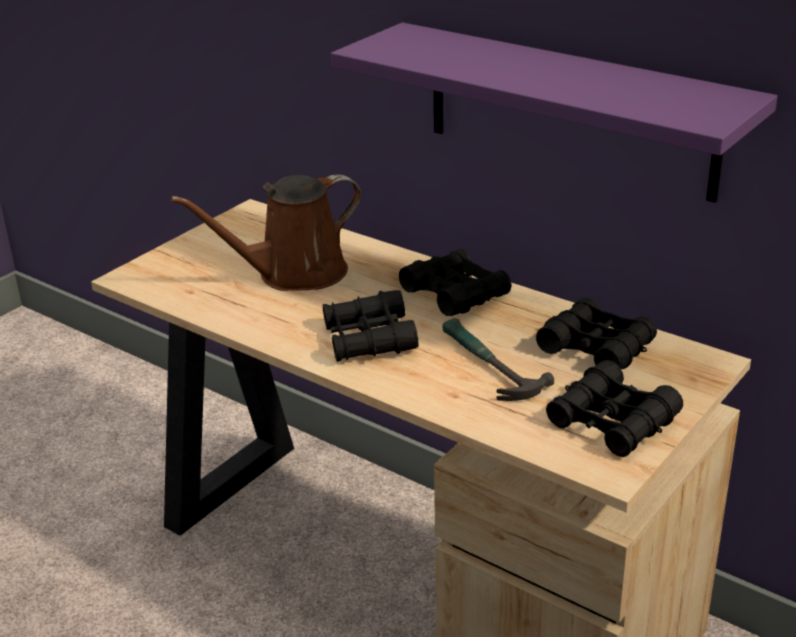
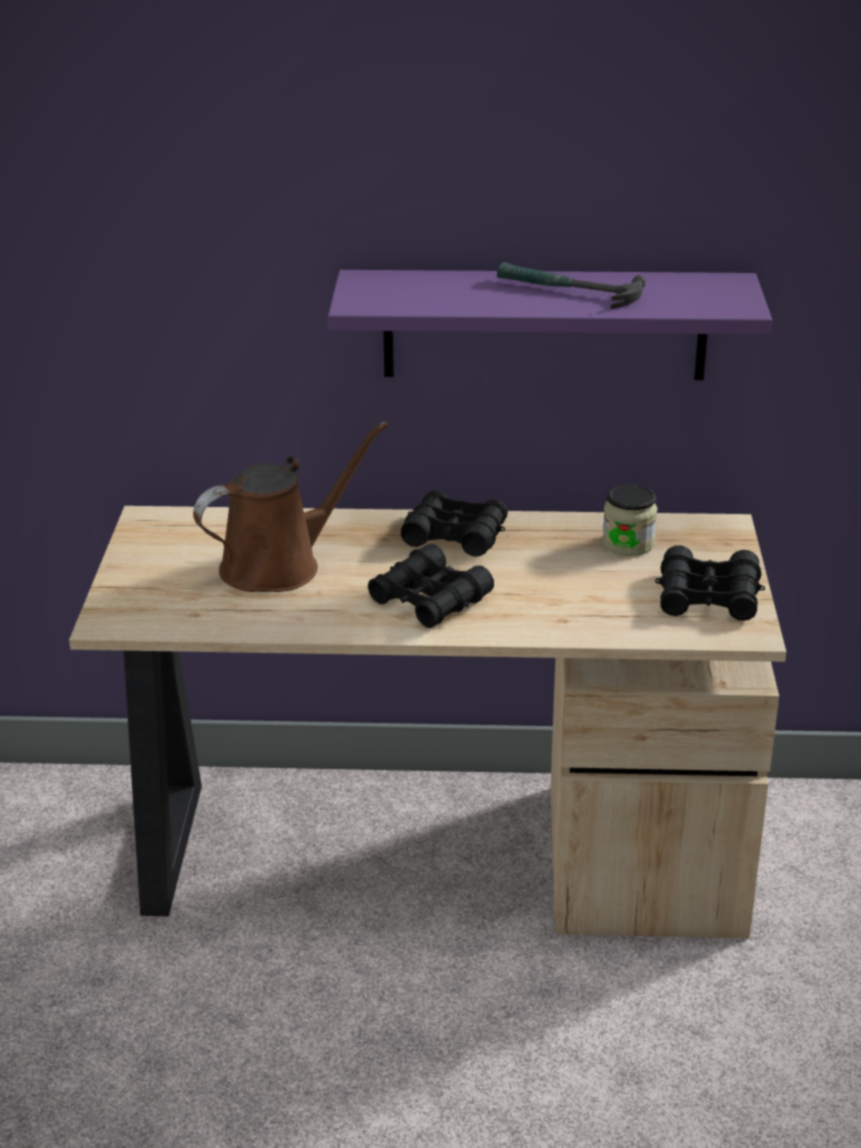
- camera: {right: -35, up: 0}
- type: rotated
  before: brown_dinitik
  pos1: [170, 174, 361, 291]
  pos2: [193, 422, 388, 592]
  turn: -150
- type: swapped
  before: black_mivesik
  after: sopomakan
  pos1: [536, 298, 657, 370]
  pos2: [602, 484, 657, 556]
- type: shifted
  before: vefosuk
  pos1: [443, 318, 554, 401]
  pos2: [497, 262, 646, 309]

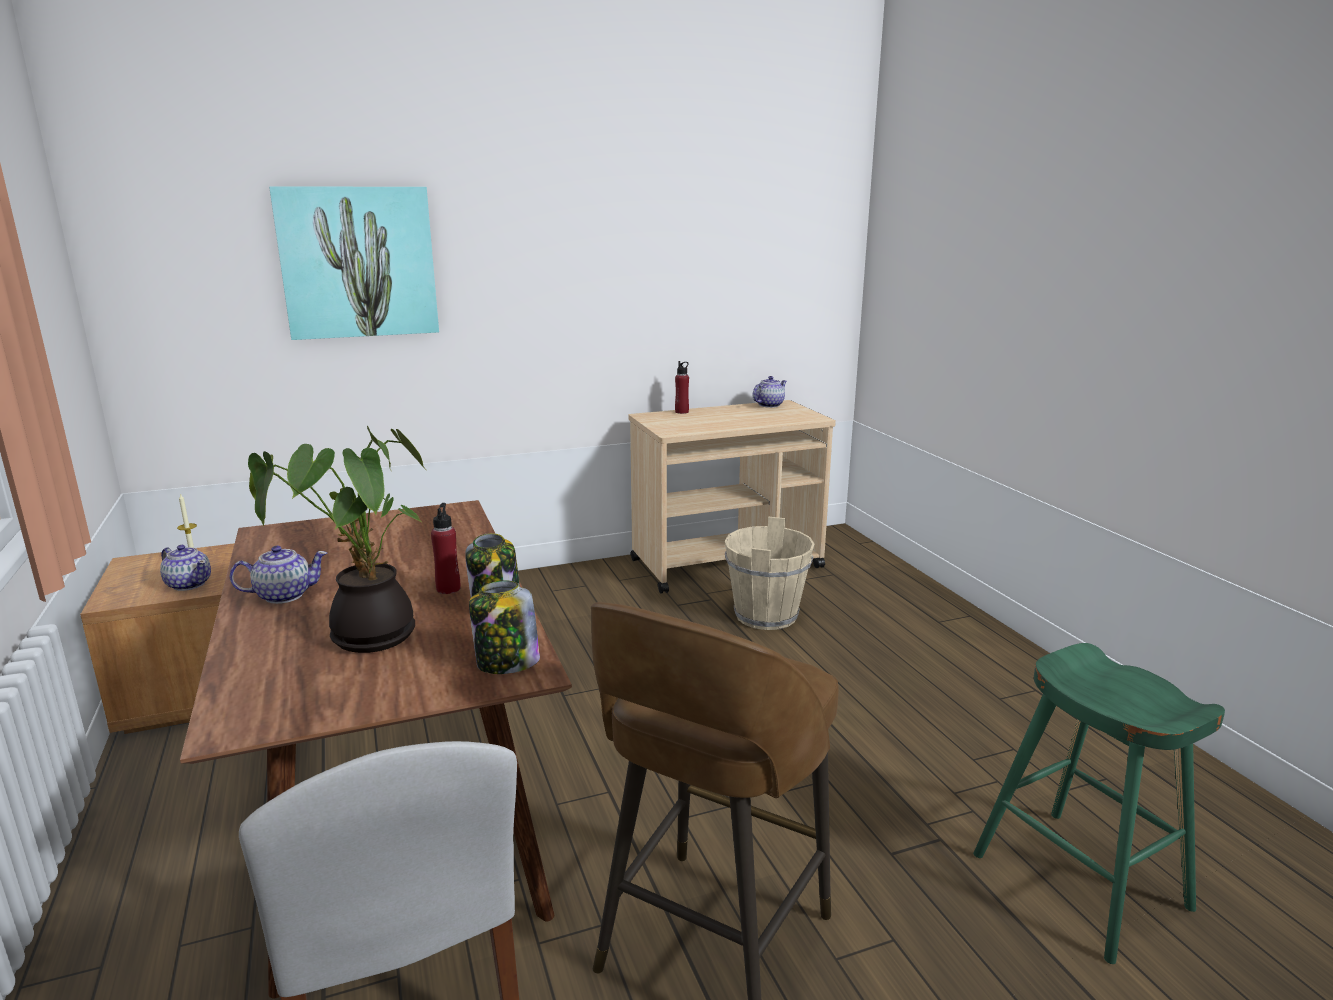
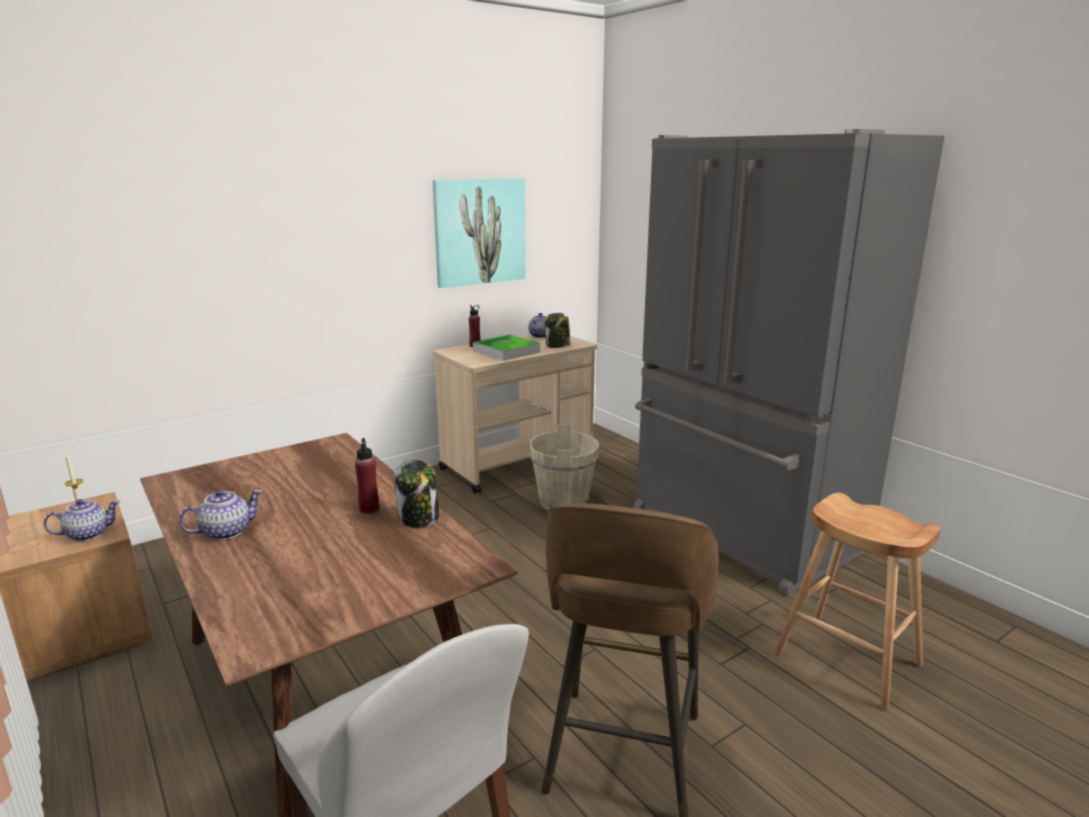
- camera: {right: -15, up: 0}
- type: shifted
  before: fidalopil
  pos1: [269, 186, 439, 340]
  pos2: [432, 178, 526, 288]
- type: gone
  before: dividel
  pos1: [248, 426, 425, 653]
- type: rotated
  before: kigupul
  pos1: [160, 545, 211, 591]
  pos2: [44, 499, 120, 541]
  turn: -45
- type: shifted
  before: sopomakan
  pos1: [469, 581, 540, 674]
  pos2: [544, 313, 571, 348]
- type: repainted
  before: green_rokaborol
  after: brown_rokaborol
  pos1: [973, 643, 1225, 964]
  pos2: [775, 493, 940, 711]
- type: new
  after: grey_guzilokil
  pos2: [633, 129, 945, 595]
- type: new
  after: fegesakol
  pos2: [473, 335, 540, 361]

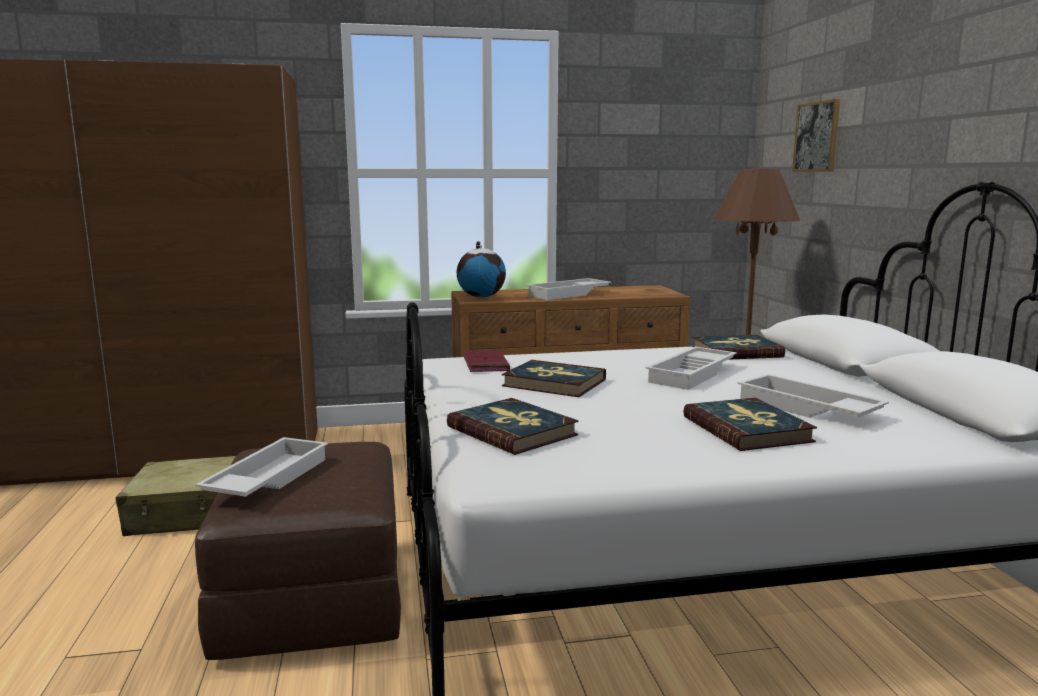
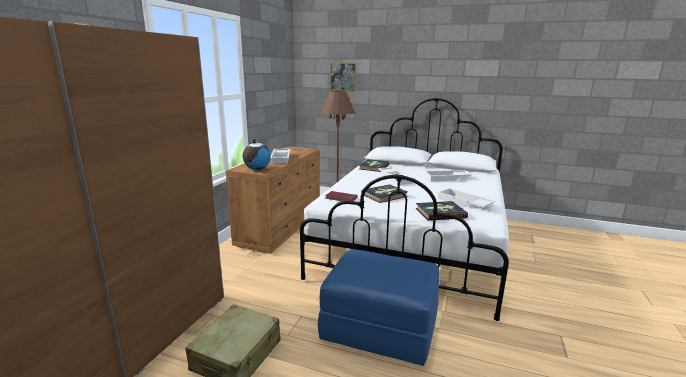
- camera: {right: -60, up: 5}
- type: gone
  before: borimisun
  pos1: [683, 398, 817, 451]
- type: shifted
  before: white_fegesakol
  pos1: [195, 437, 328, 497]
  pos2: [437, 188, 496, 208]
- type: repainted
  before: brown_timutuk
  after: blue_timutuk
  pos1: [195, 442, 401, 660]
  pos2: [318, 249, 439, 366]

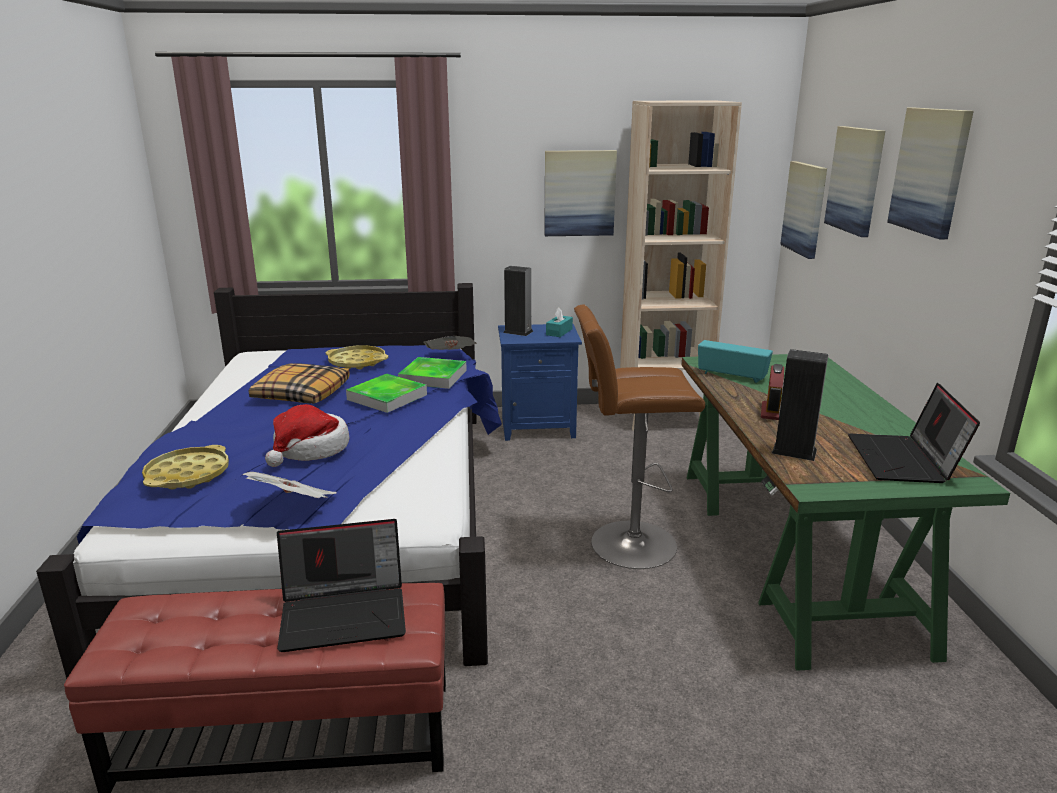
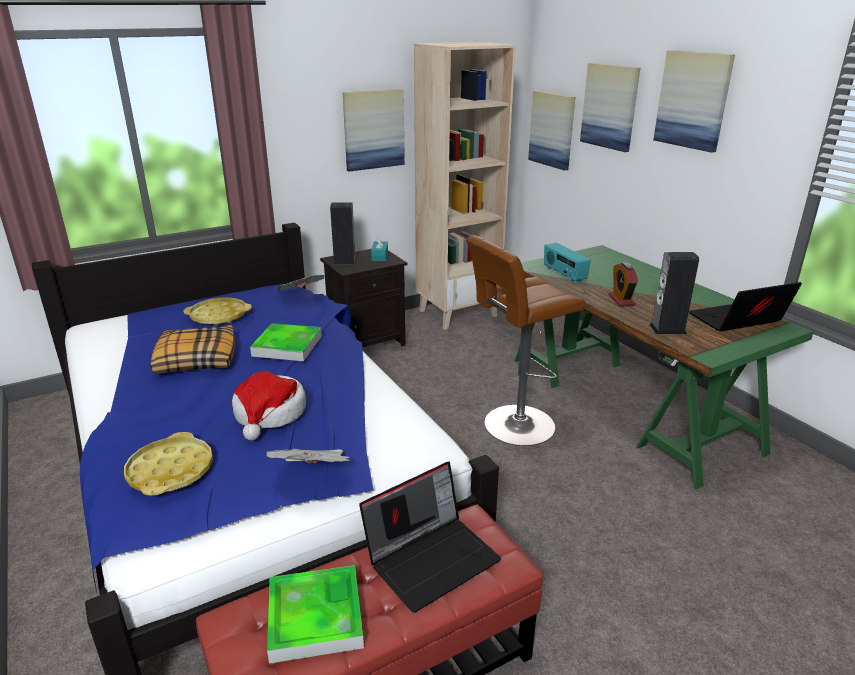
- camera: {right: -25, up: 5}
- type: repainted
  before: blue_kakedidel
  after: black_kakedidel
  pos1: [498, 324, 582, 441]
  pos2: [320, 249, 408, 347]
- type: rotated
  before: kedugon
  pos1: [698, 340, 773, 383]
  pos2: [544, 243, 591, 284]
  turn: -120
- type: shifted
  before: fegesakol
  pos1: [398, 357, 467, 389]
  pos2: [267, 565, 364, 664]
- type: rotated
  before: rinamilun
  pos1: [848, 383, 980, 483]
  pos2: [689, 282, 802, 332]
  turn: 90

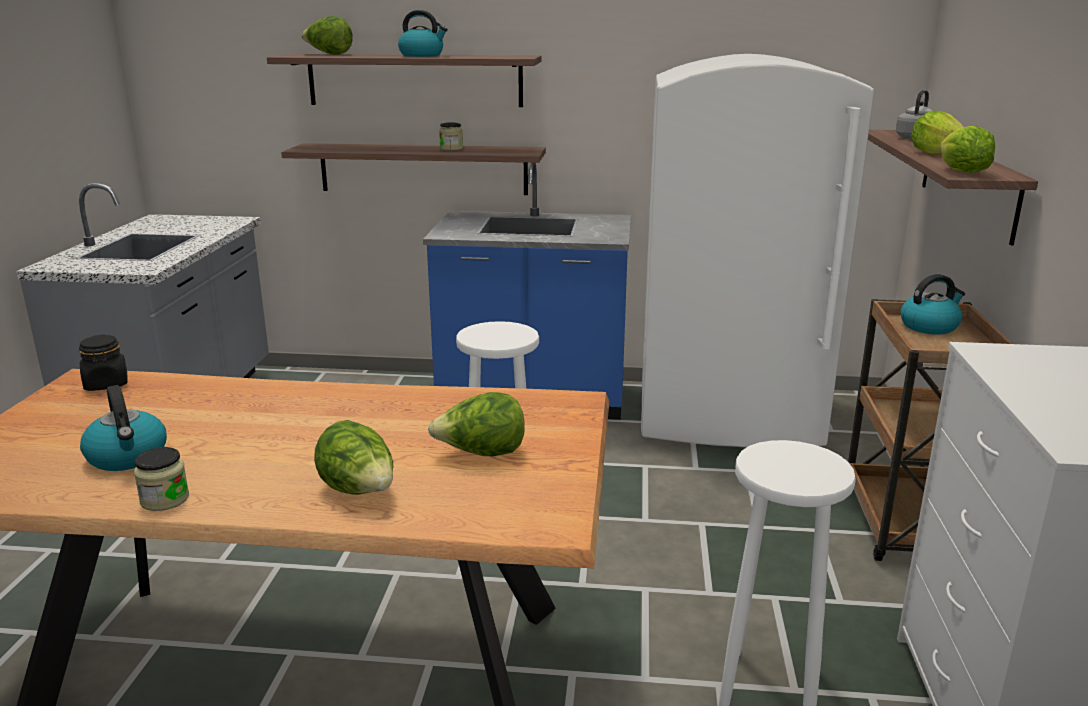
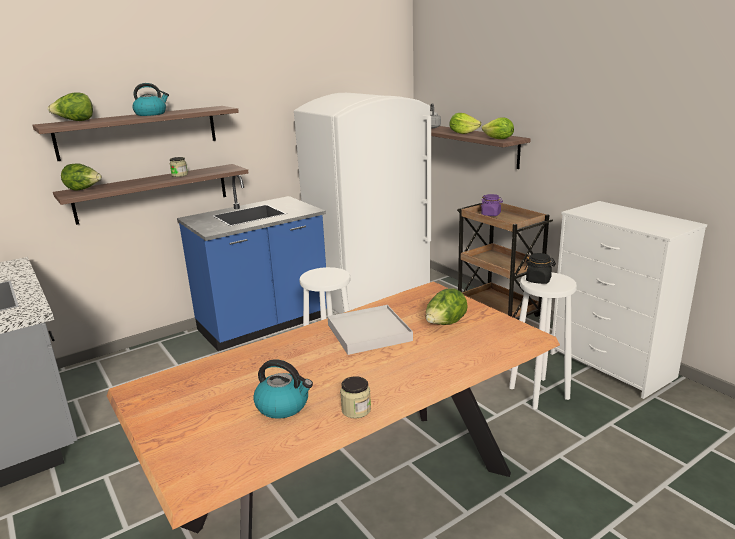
- camera: {right: -40, up: 0}
- type: swapped
  before: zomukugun
  after: purple_sopomakan
  pos1: [900, 274, 965, 334]
  pos2: [481, 194, 503, 216]
- type: shifted
  before: black_sopomakan
  pos1: [79, 334, 128, 391]
  pos2: [524, 253, 556, 284]
- type: shifted
  before: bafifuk
  pos1: [314, 420, 393, 495]
  pos2: [61, 163, 102, 191]
- type: new
  after: white_fegesakol
  pos2: [327, 305, 413, 355]

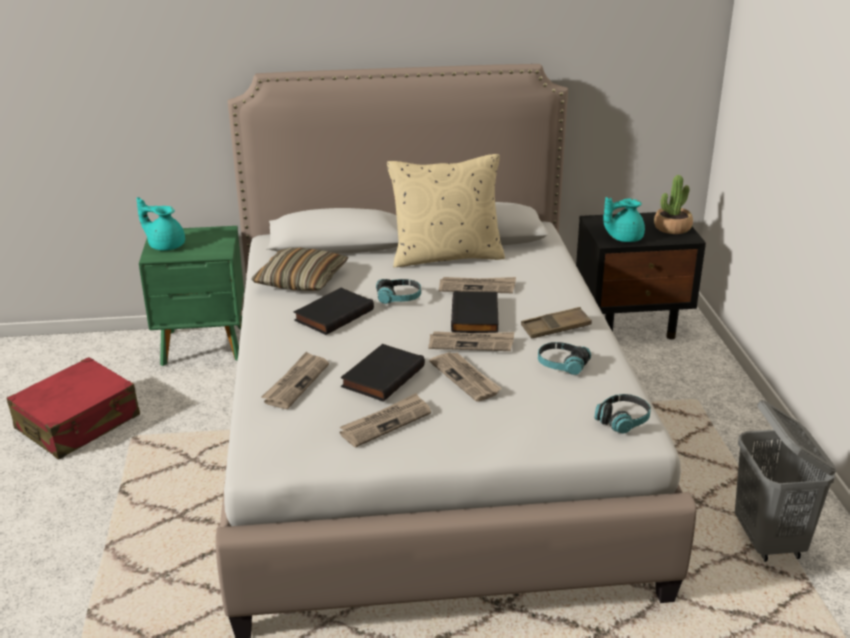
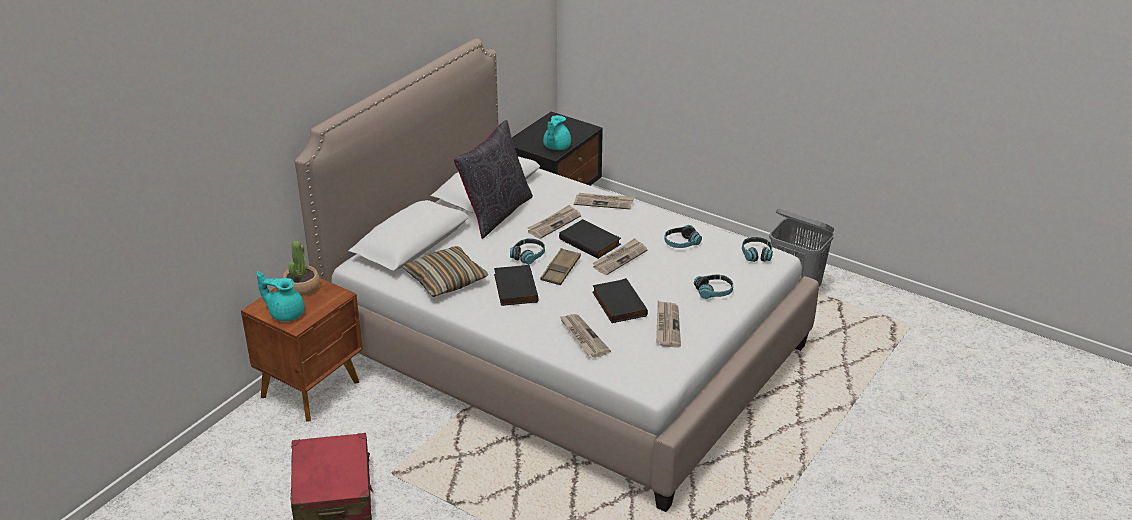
- camera: {right: -50, up: 5}
- type: repainted
  before: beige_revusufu
  after: black_revusufu
  pos1: [387, 154, 505, 267]
  pos2: [454, 120, 533, 239]
- type: shifted
  before: dividel
  pos1: [654, 175, 693, 234]
  pos2: [282, 241, 320, 296]
- type: rotated
  before: turquoise_kigupul
  pos1: [136, 197, 185, 251]
  pos2: [257, 271, 305, 321]
  turn: 45
- type: repainted
  before: green_kakedidel
  after: brown_kakedidel
  pos1: [139, 226, 244, 366]
  pos2: [241, 278, 363, 422]
- type: shifted
  before: brown_fegesakol
  pos1: [521, 307, 592, 339]
  pos2: [540, 248, 581, 285]
- type: shifted
  before: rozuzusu
  pos1: [429, 352, 502, 402]
  pos2: [574, 193, 635, 209]
- type: new
  after: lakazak
  pos2: [694, 275, 733, 299]

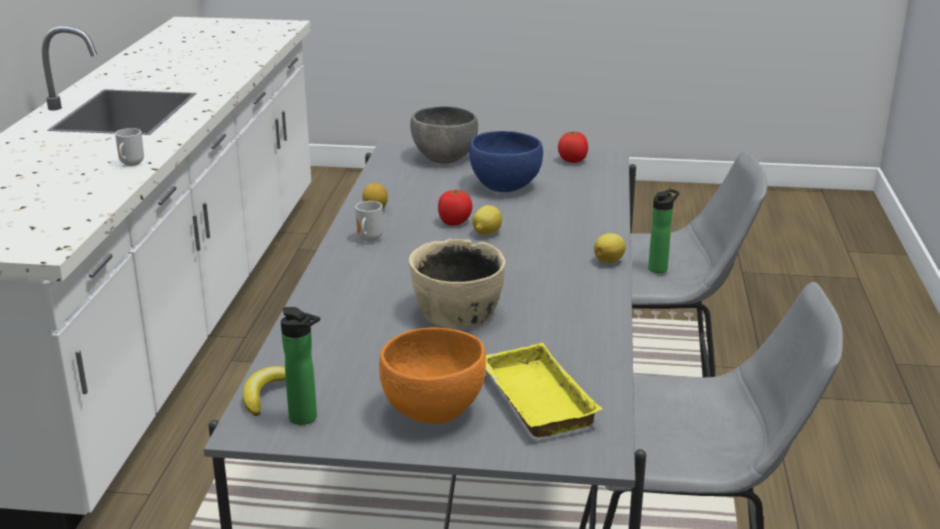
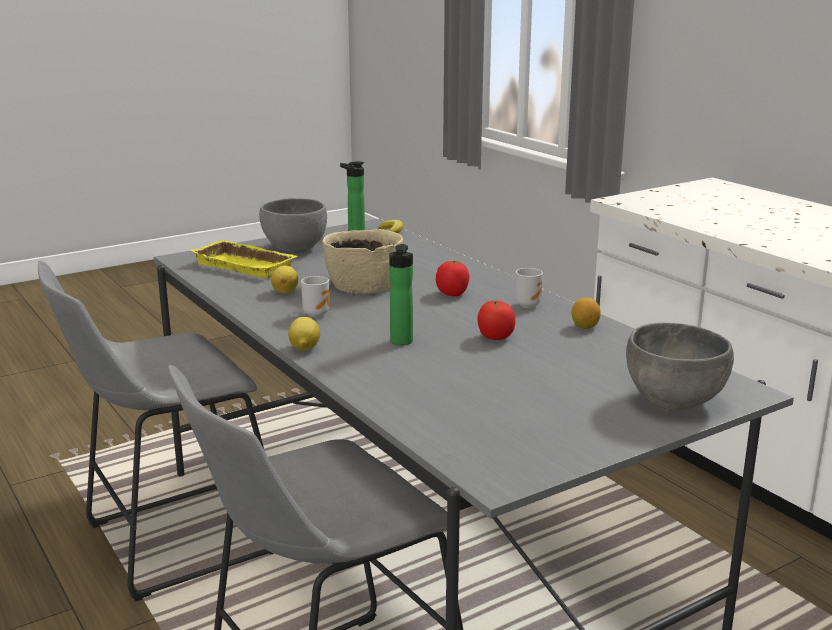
- camera: {right: 140, up: -5}
- type: shifted
  before: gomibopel
  pos1: [115, 128, 144, 166]
  pos2: [301, 276, 329, 317]
- type: gone
  before: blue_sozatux
  pos1: [469, 131, 543, 192]
- type: shifted
  before: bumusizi
  pos1: [558, 131, 588, 163]
  pos2: [436, 261, 470, 296]
- type: shifted
  before: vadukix
  pos1: [648, 189, 680, 273]
  pos2: [389, 244, 413, 345]
- type: shifted
  before: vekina
  pos1: [472, 205, 502, 235]
  pos2: [271, 266, 298, 293]
- type: repainted
  before: orange_sozatux
  after: grey_sozatux
  pos1: [379, 327, 486, 424]
  pos2: [259, 198, 327, 253]

